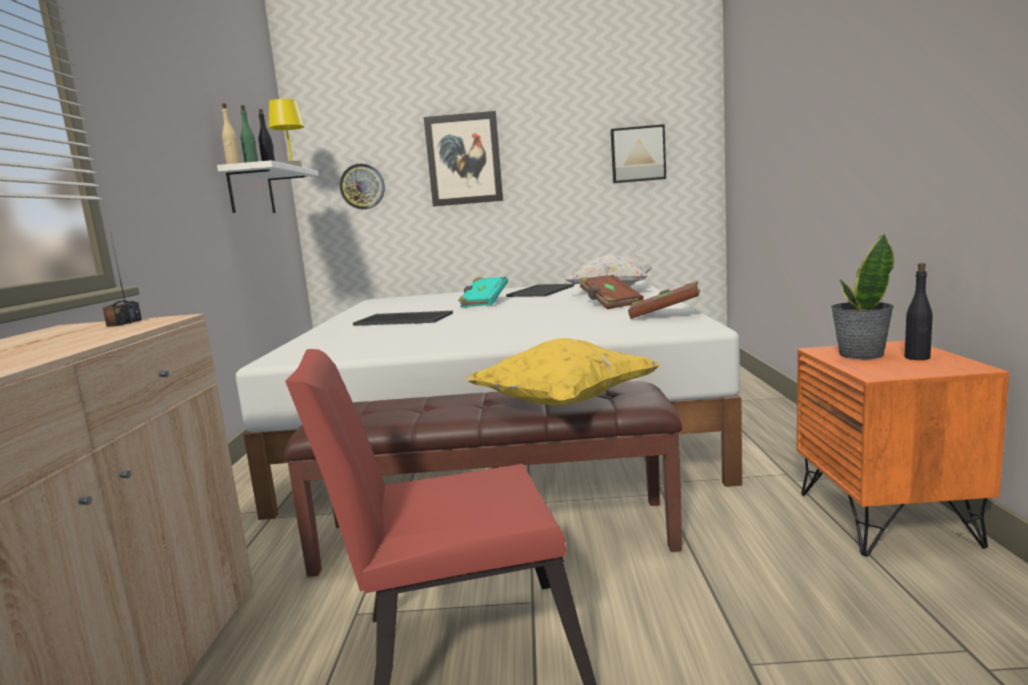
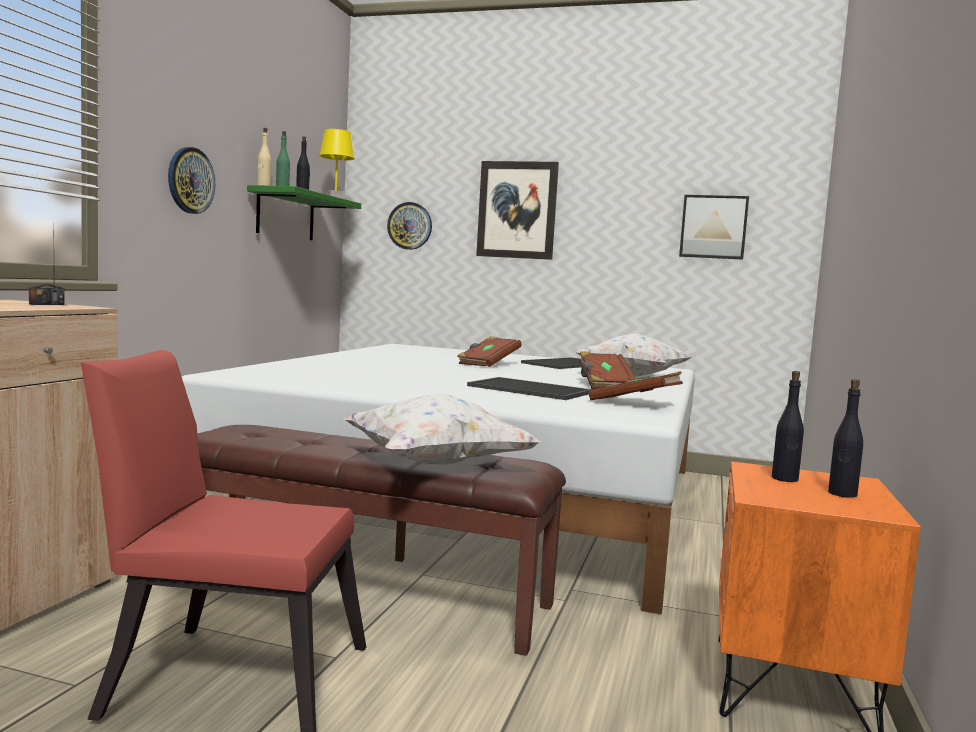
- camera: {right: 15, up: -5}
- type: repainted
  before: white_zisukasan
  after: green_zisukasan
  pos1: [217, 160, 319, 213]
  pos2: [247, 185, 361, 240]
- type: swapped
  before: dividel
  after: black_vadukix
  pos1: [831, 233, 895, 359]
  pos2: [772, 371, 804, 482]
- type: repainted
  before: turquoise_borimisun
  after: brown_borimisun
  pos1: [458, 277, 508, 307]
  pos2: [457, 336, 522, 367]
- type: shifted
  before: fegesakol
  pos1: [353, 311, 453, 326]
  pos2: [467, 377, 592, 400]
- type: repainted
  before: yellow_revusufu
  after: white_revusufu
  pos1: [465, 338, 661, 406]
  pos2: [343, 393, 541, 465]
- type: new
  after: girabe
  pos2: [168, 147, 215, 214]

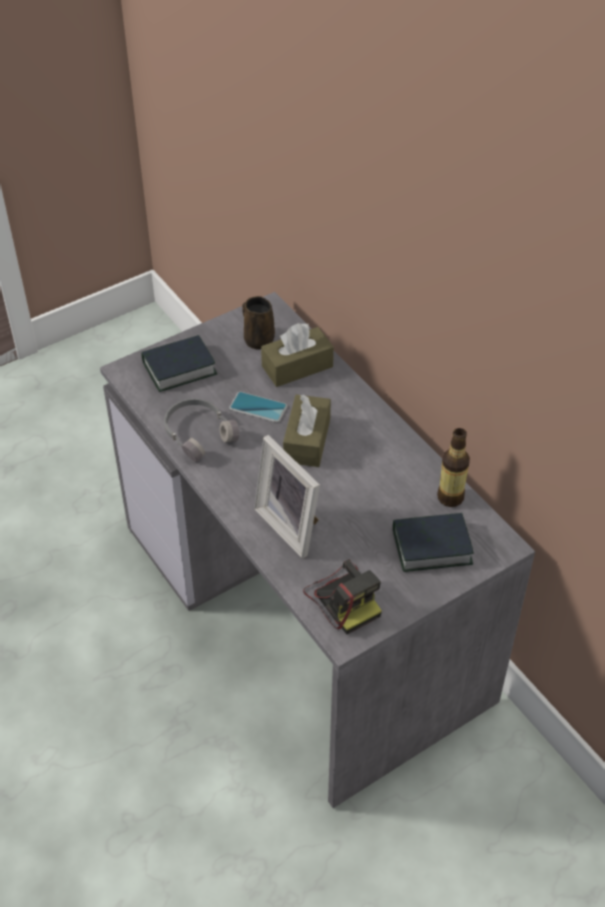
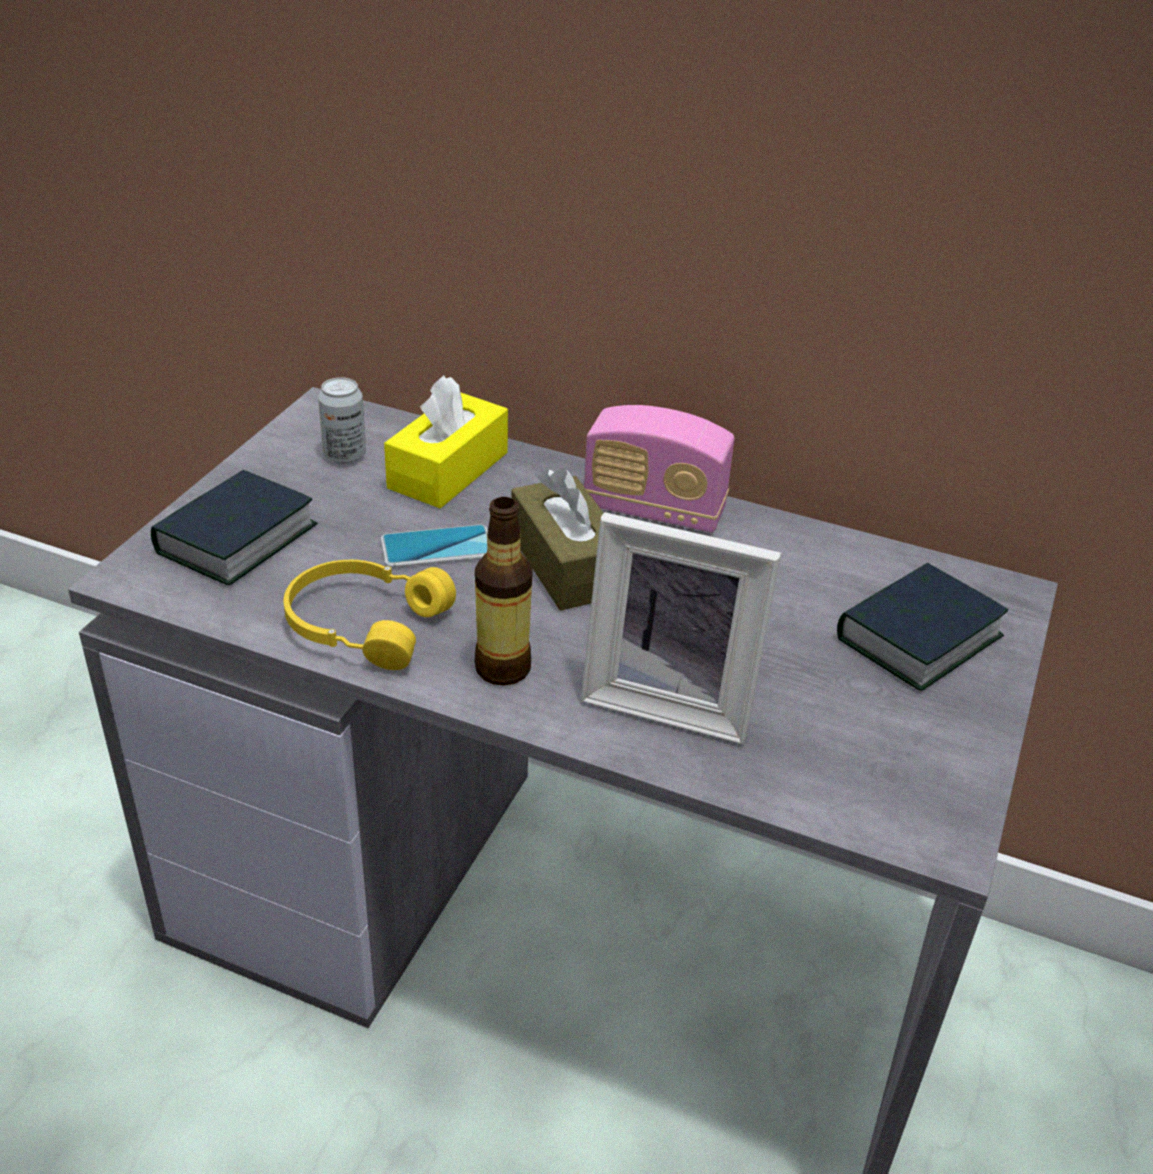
- camera: {right: -35, up: -10}
- type: swapped
  before: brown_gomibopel
  after: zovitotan
  pos1: [242, 296, 275, 350]
  pos2: [318, 377, 366, 464]
- type: repainted
  before: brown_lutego
  after: yellow_lutego
  pos1: [261, 323, 334, 387]
  pos2: [384, 375, 508, 508]
- type: repainted
  before: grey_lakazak
  after: yellow_lakazak
  pos1: [164, 399, 239, 462]
  pos2: [284, 560, 456, 670]
- type: shifted
  before: vadukix
  pos1: [437, 428, 470, 507]
  pos2: [475, 497, 533, 686]
- type: gone
  before: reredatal
  pos1: [303, 559, 382, 634]
- type: new
  after: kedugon
  pos2: [584, 405, 735, 533]

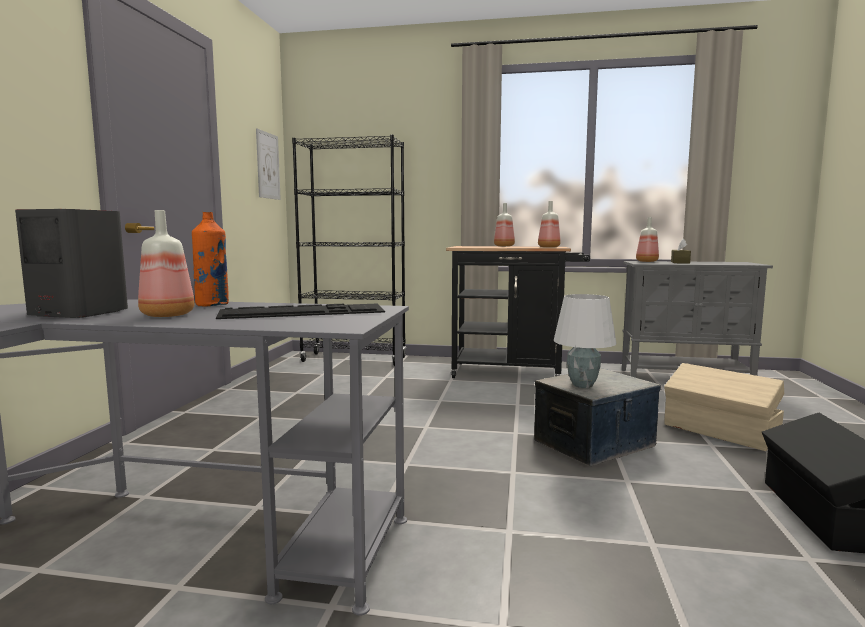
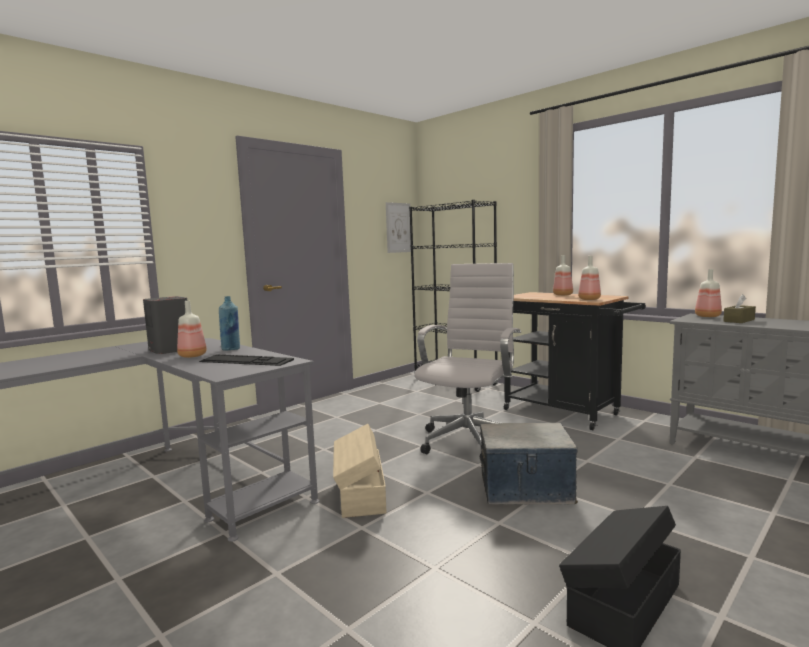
- camera: {right: 35, up: 0}
- type: repainted
  before: orange_vadukix
  after: blue_vadukix
  pos1: [192, 212, 229, 307]
  pos2: [219, 296, 240, 351]
- type: gone
  before: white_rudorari
  pos1: [554, 294, 616, 388]
- type: shifted
  before: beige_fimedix
  pos1: [664, 363, 785, 451]
  pos2: [333, 424, 386, 518]
- type: new
  after: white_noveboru
  pos2: [415, 263, 521, 460]

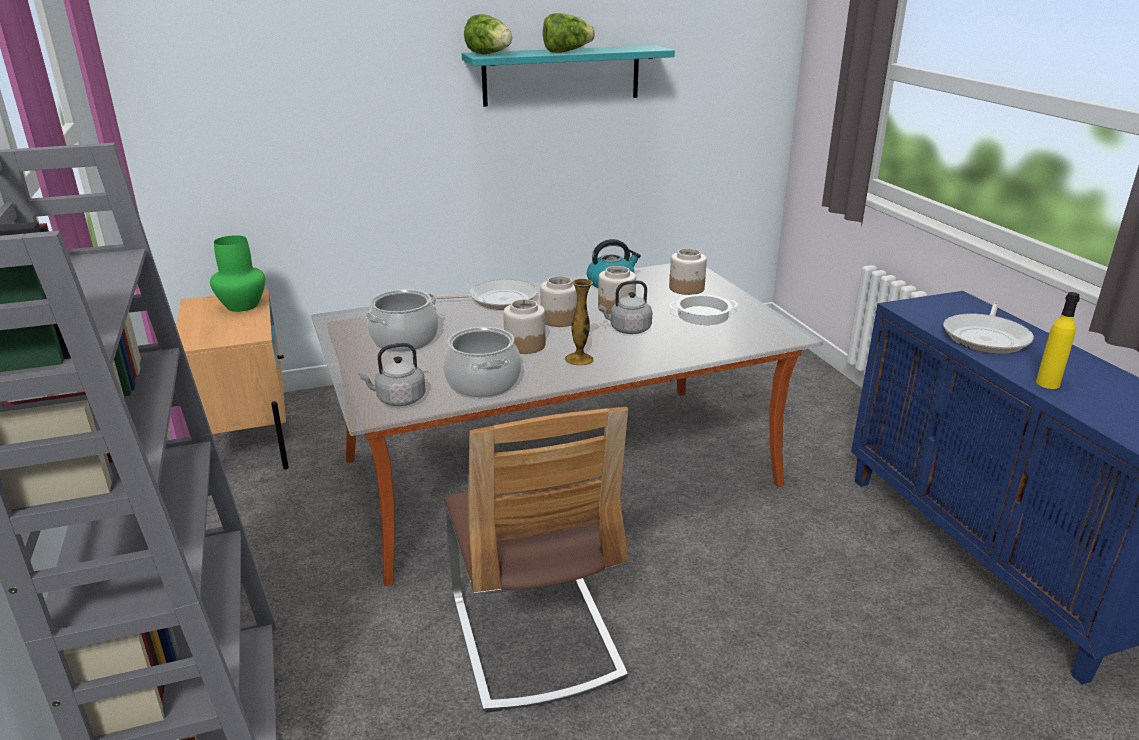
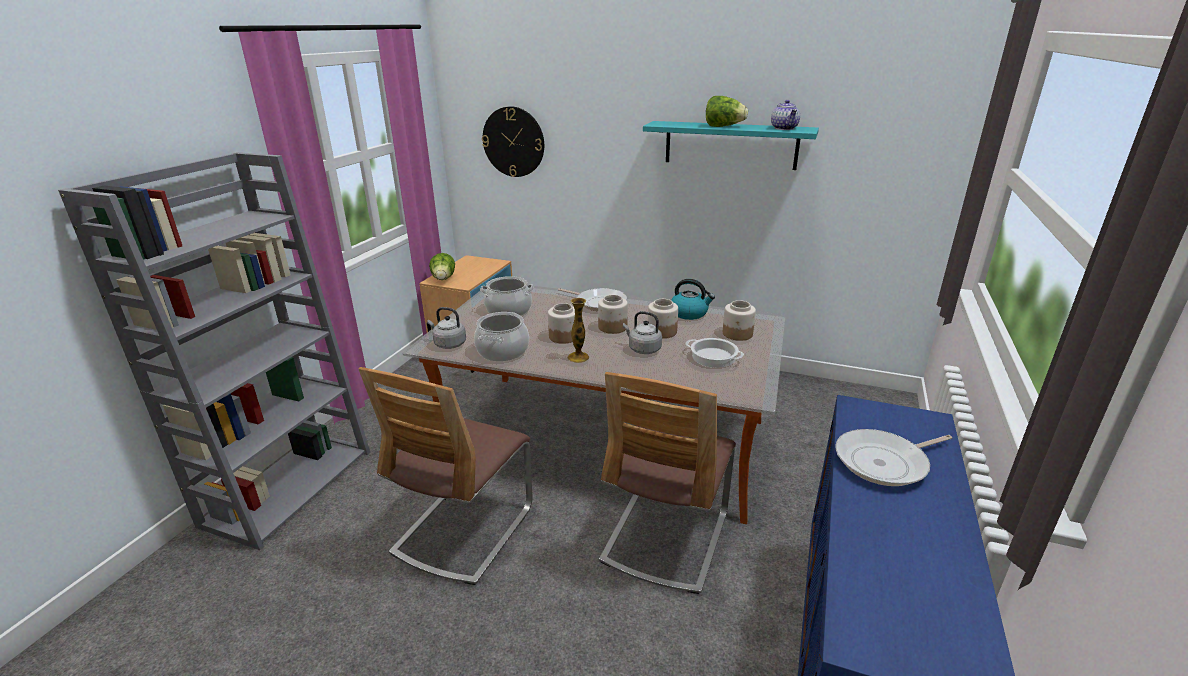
- camera: {right: 40, up: 0}
- type: shifted
  before: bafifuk
  pos1: [464, 14, 512, 54]
  pos2: [429, 253, 455, 280]
- type: gone
  before: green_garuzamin
  pos1: [210, 235, 265, 312]
- type: gone
  before: yellow_vadukix
  pos1: [1036, 292, 1080, 389]
- type: new
  after: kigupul
  pos2: [771, 100, 800, 130]
- type: new
  after: girabe
  pos2: [482, 106, 544, 177]
- type: new
  after: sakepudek
  pos2: [599, 372, 736, 594]

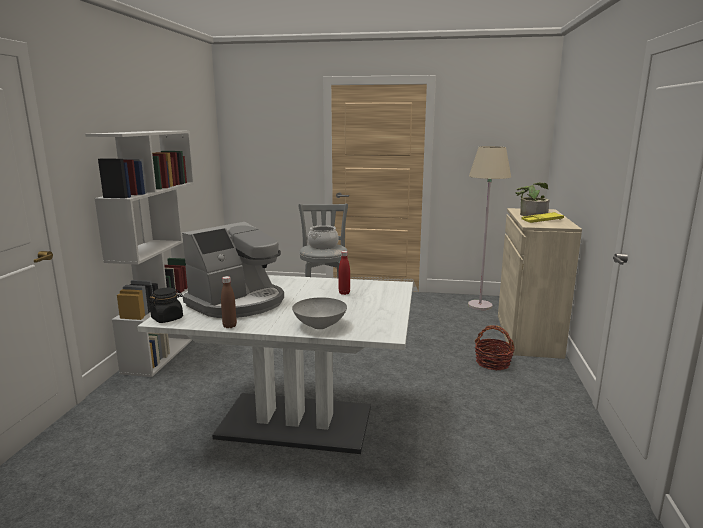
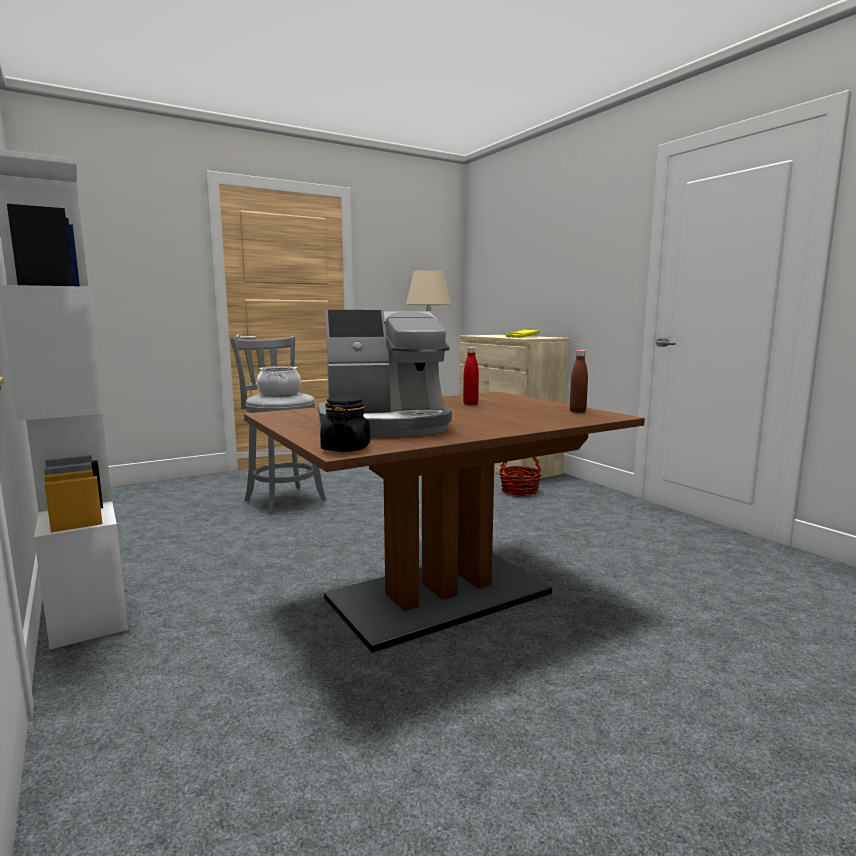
- camera: {right: -40, up: -5}
- type: gone
  before: dividel
  pos1: [515, 182, 549, 216]
- type: rotated
  before: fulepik
  pos1: [182, 222, 284, 318]
  pos2: [318, 310, 452, 437]
  turn: 75
- type: repainted
  before: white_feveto
  after: brown_feveto
  pos1: [137, 275, 413, 454]
  pos2: [244, 392, 645, 653]
- type: shifted
  before: brown_vadukix
  pos1: [221, 276, 237, 328]
  pos2: [570, 350, 588, 413]
- type: gone
  before: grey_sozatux
  pos1: [292, 297, 347, 329]

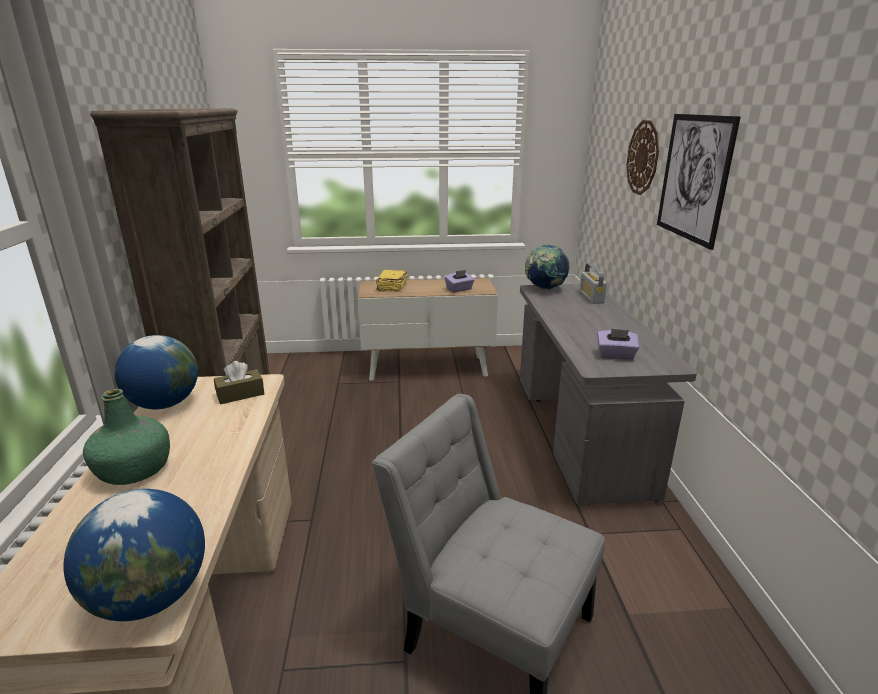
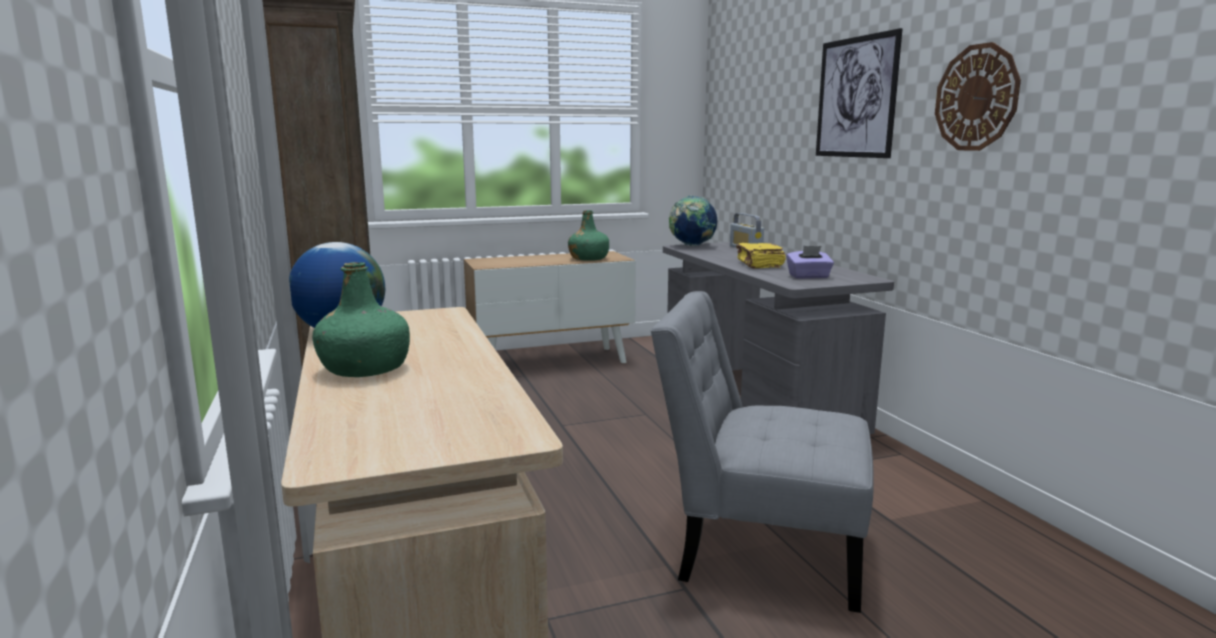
- camera: {right: -15, up: -10}
- type: shifted
  before: girabe
  pos1: [626, 120, 659, 195]
  pos2: [935, 42, 1021, 151]
- type: shifted
  before: yellow_borimisun
  pos1: [376, 270, 408, 292]
  pos2: [736, 243, 786, 269]
- type: swapped
  before: purple_lutego
  after: green_vadukix
  pos1: [445, 270, 474, 292]
  pos2: [568, 210, 609, 261]
- type: gone
  before: brown_lutego
  pos1: [214, 361, 265, 404]
- type: gone
  before: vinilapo
  pos1: [64, 489, 205, 621]

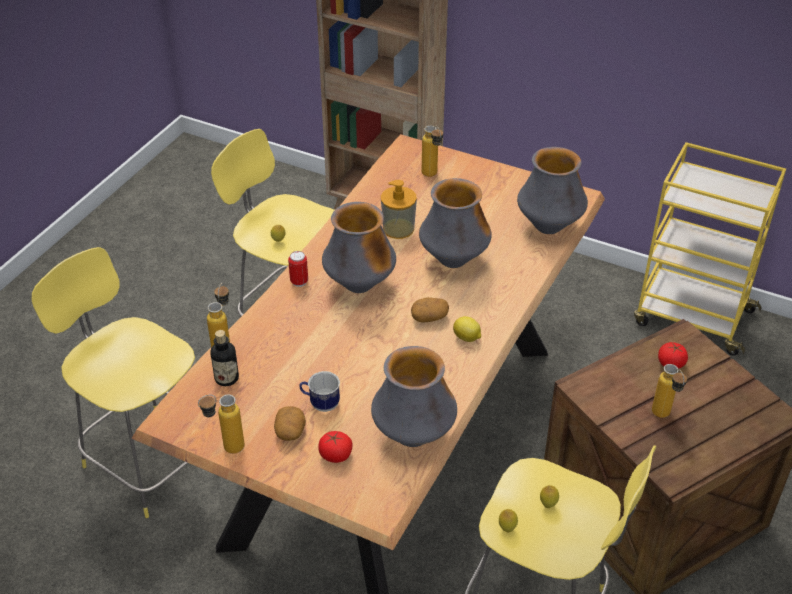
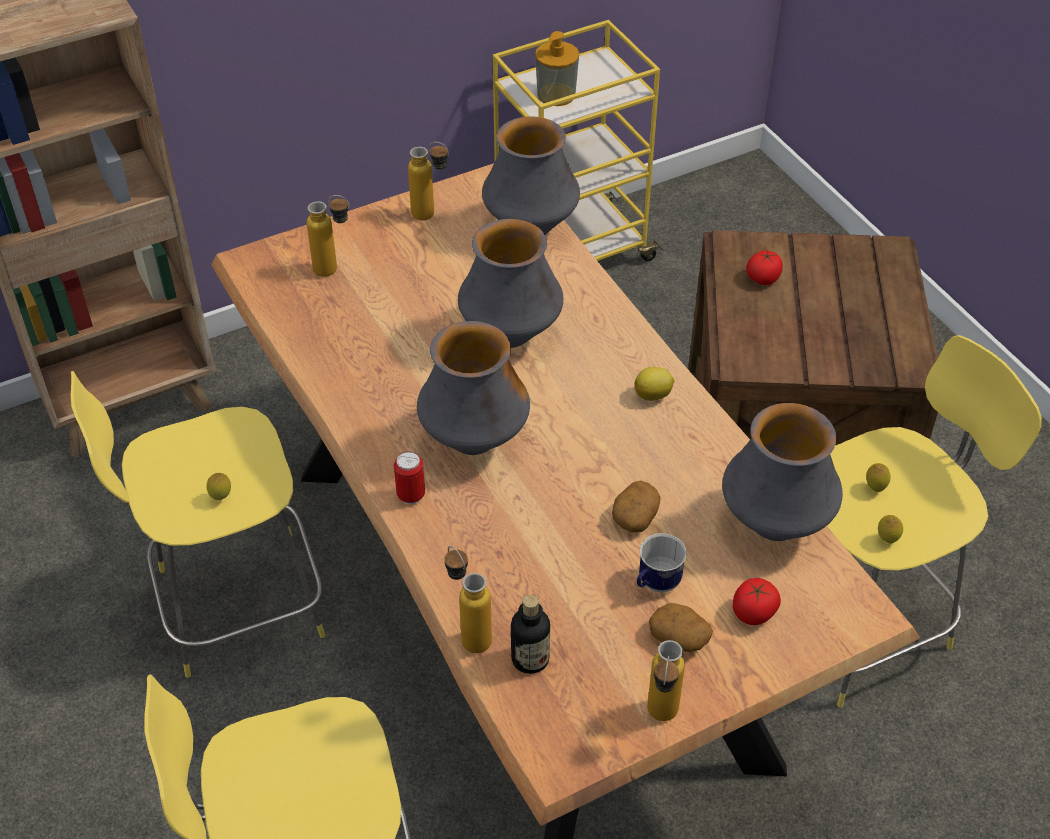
- camera: {right: -55, up: 5}
- type: shifted
  before: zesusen
  pos1: [381, 180, 417, 239]
  pos2: [535, 31, 579, 106]
- type: shifted
  before: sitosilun
  pos1: [411, 297, 449, 323]
  pos2: [612, 480, 661, 533]
- type: shifted
  before: vadukix
  pos1: [652, 364, 687, 418]
  pos2: [408, 142, 449, 220]

